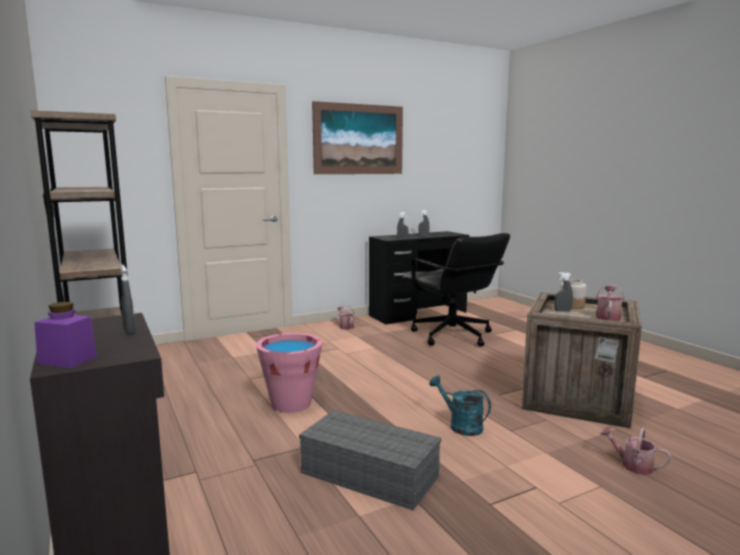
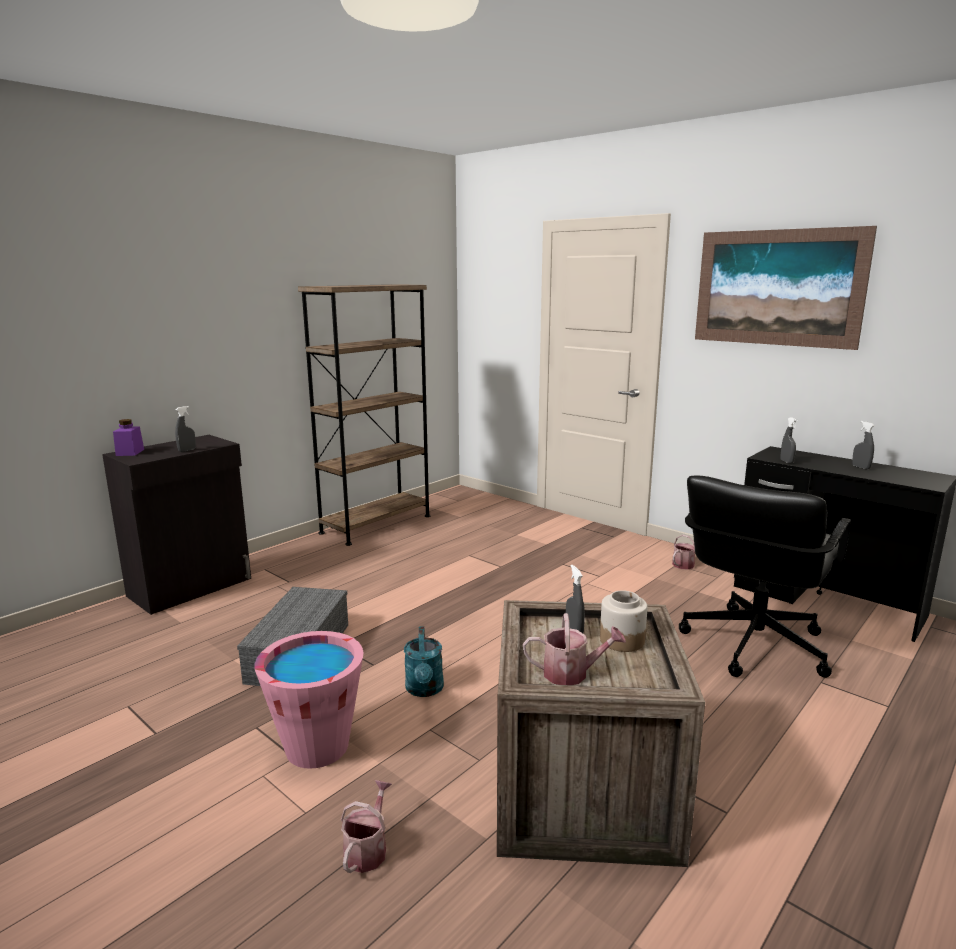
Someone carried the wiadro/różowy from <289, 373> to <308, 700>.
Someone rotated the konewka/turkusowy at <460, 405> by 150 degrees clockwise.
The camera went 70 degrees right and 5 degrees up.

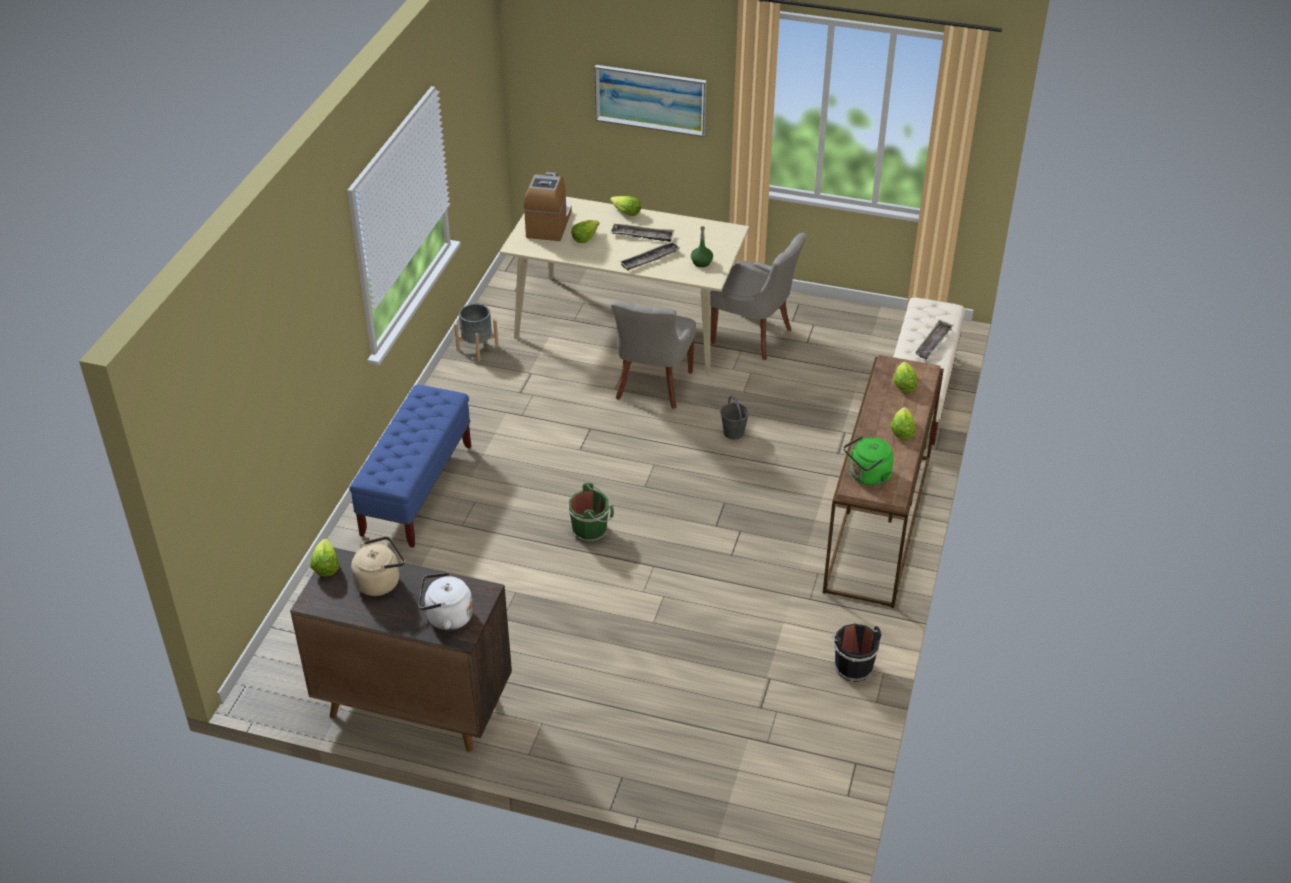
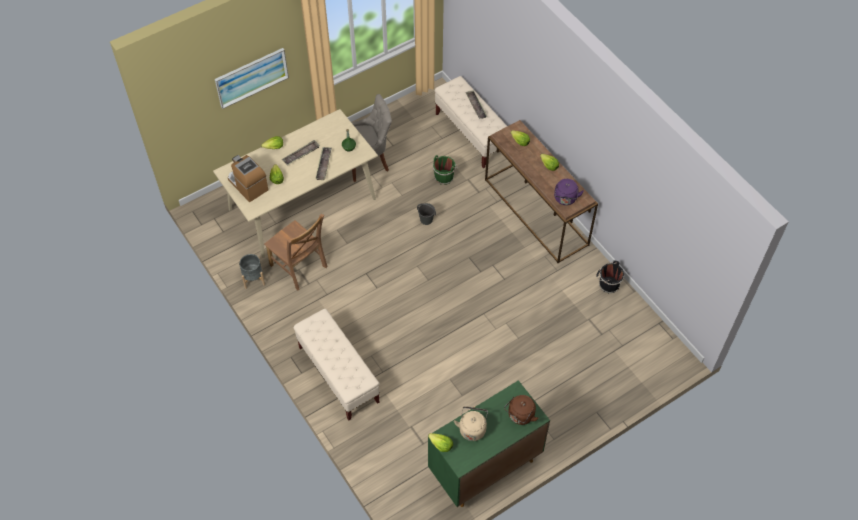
Someone repainted the szafka/brązowy at <401, 649>, which became the szafka/zielony at <489, 443>.
Someone repainted the ławka/niebieski at <410, 466>, which became the ławka/beżowy at <337, 364>.
Someone repainted the czajnik/biały at <446, 601>, which became the czajnik/brązowy at <521, 410>.
Someone carried the wiadro/zielony from <591, 513> to <445, 170>.
Someone took away the krzesło/szary at <653, 355>.
Someone repainted the czajnik/zielony at <869, 460>, which became the czajnik/fioletowy at <569, 192>.
Someone put down the krzesło/brązowy at <296, 252>.
The camera went 50 degrees left and 15 degrees up.

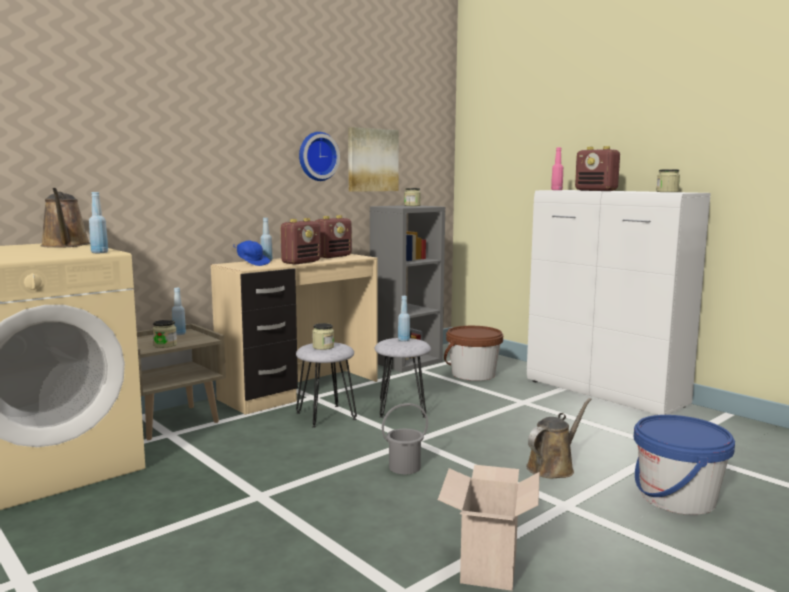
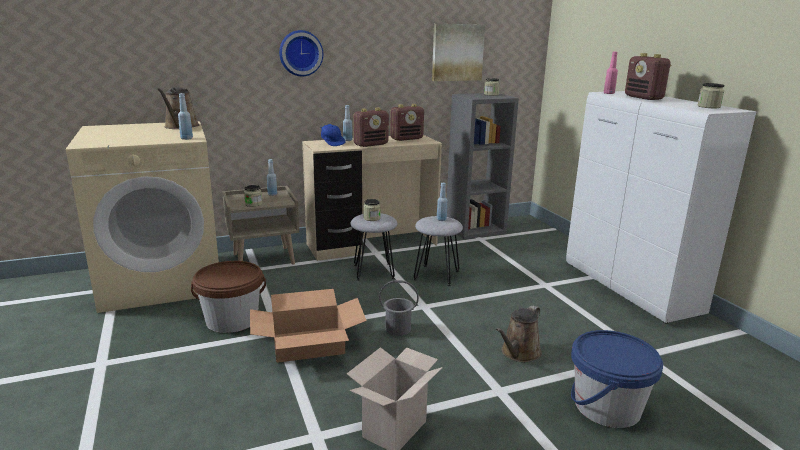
Someone carried the zegar ścienny from <319, 156> to <301, 53>.
Someone carried the wiadro/brązowy from <473, 353> to <228, 297>.
Someone rotated the konewka/brązowy at <559, 438> by 150 degrees clockwise.
Someone put down the karton at <308, 326>.
The camera went 20 degrees right and 10 degrees up.

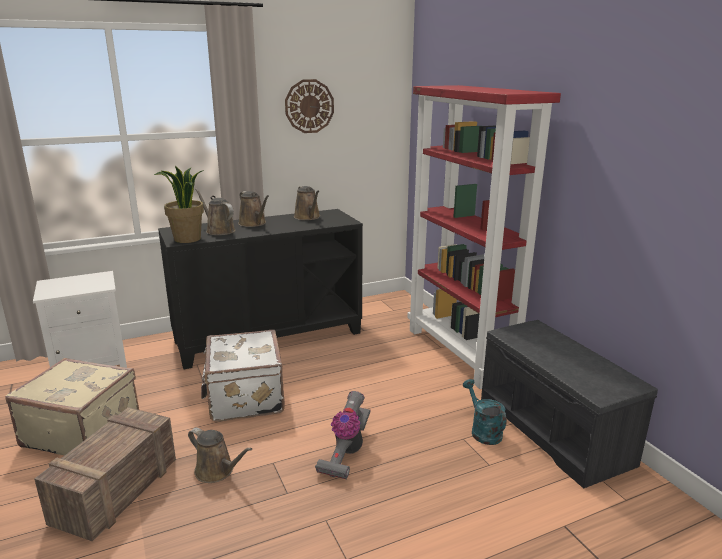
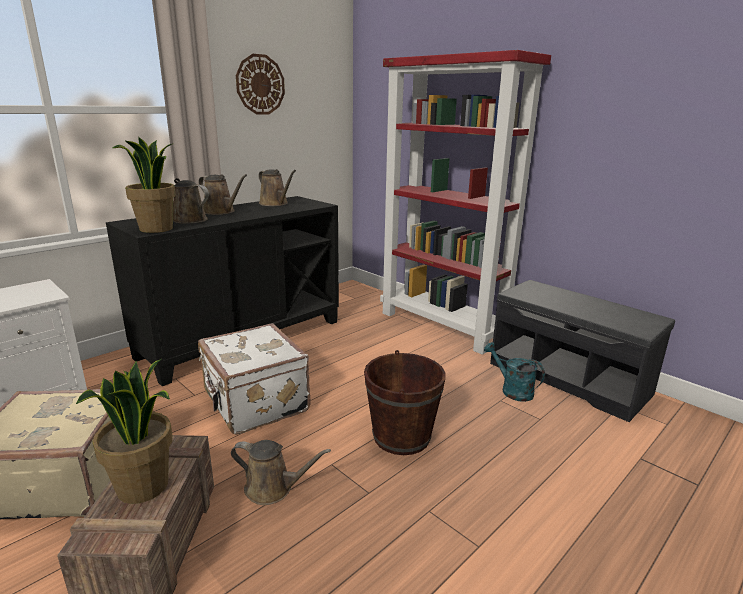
Someone swapped the odkurzacz at <342, 435> for the wiadro/brązowy at <405, 402>.
Someone put down the roślina doniczkowa at <124, 431>.
The camera went 20 degrees left and 0 degrees up.

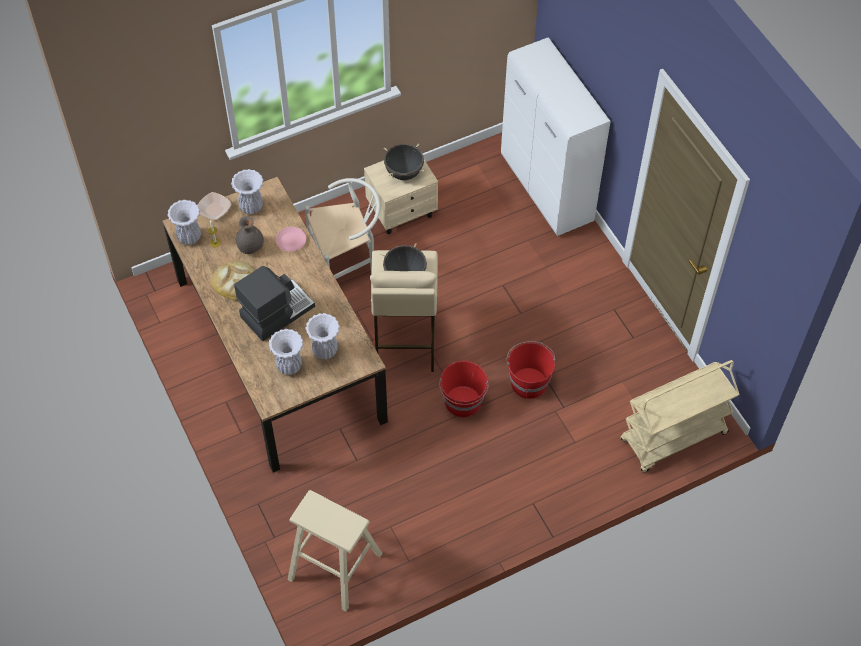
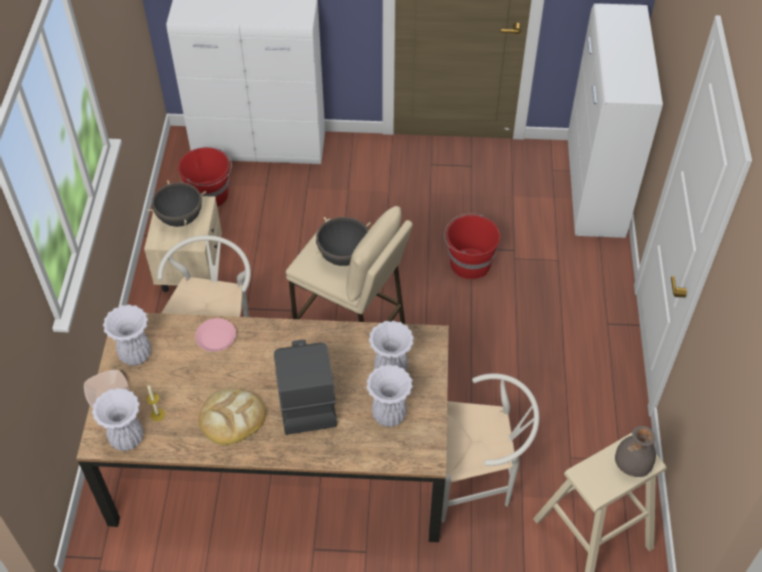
Someone carried the wazon/szary from <250, 235> to <635, 451>.
Someone carried the wiadro/czerwony from <464, 389> to <205, 177>.
Someone swapped the wózek/beżowy at <680, 416> for the szafka/biały at <615, 120>.
Someone put down the krzesło/biały at <490, 448>.
The camera went 60 degrees left and 5 degrees down.

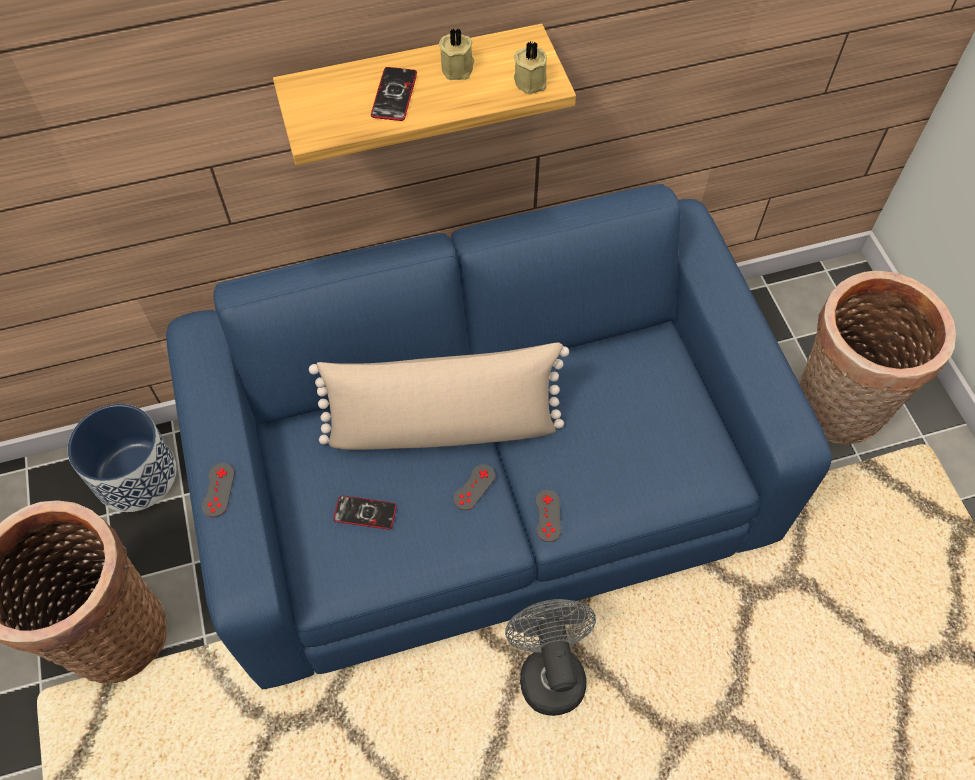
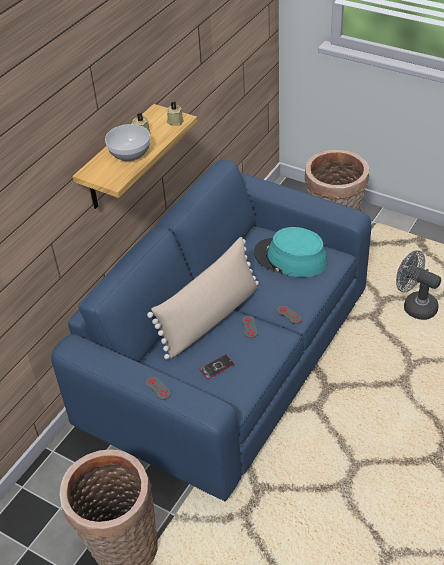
Someone took away the donica at <122, 458>.
Someone swapped the telefon at <394, 94> for the miska at <127, 143>.
Someone carried the wentylator/szary from <550, 657> to <418, 285>.
Someone put down the kapelusz/turkusowy at <290, 252>.
The camera went 40 degrees left and 15 degrees down.

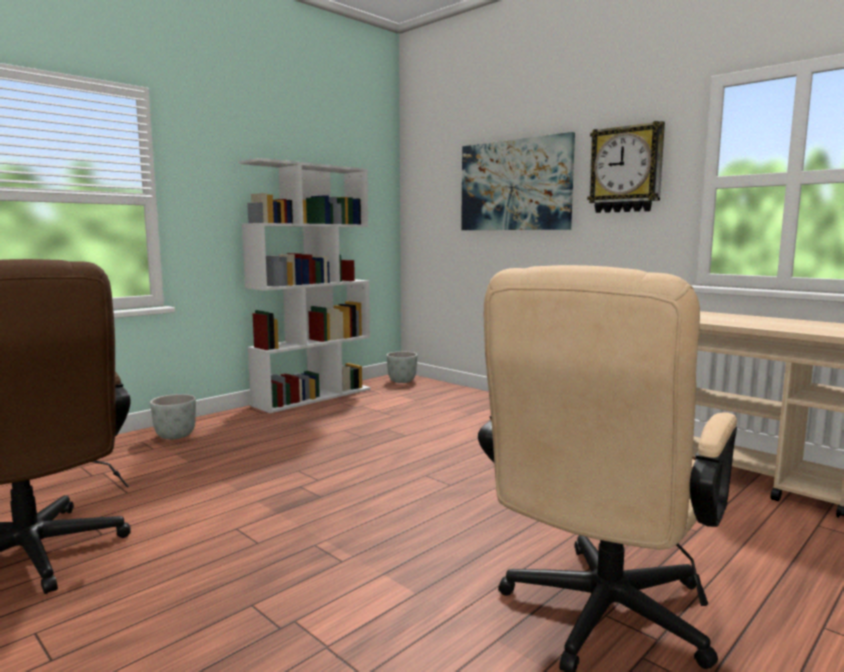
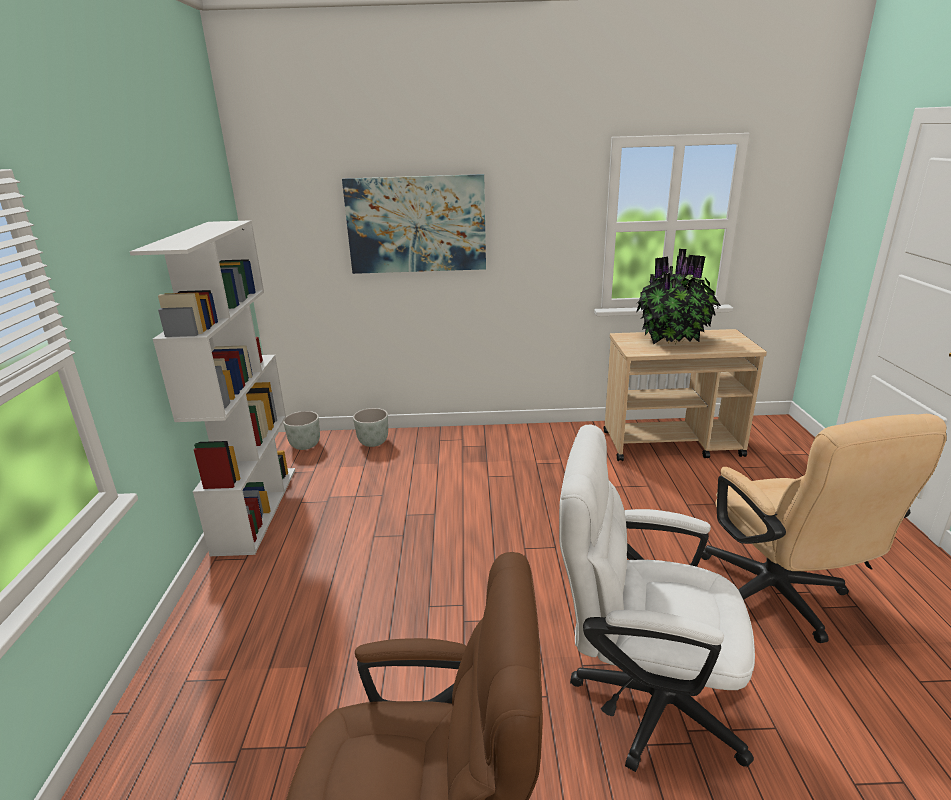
Someone carried the donica/szary from <173, 416> to <370, 427>.
Someone took away the zegar ścienny at <626, 167>.
Someone put down the krzesło biurowe/biały at <657, 598>.
Someone put down the roślina doniczkowa at <678, 297>.
The camera went 45 degrees left and 15 degrees up.

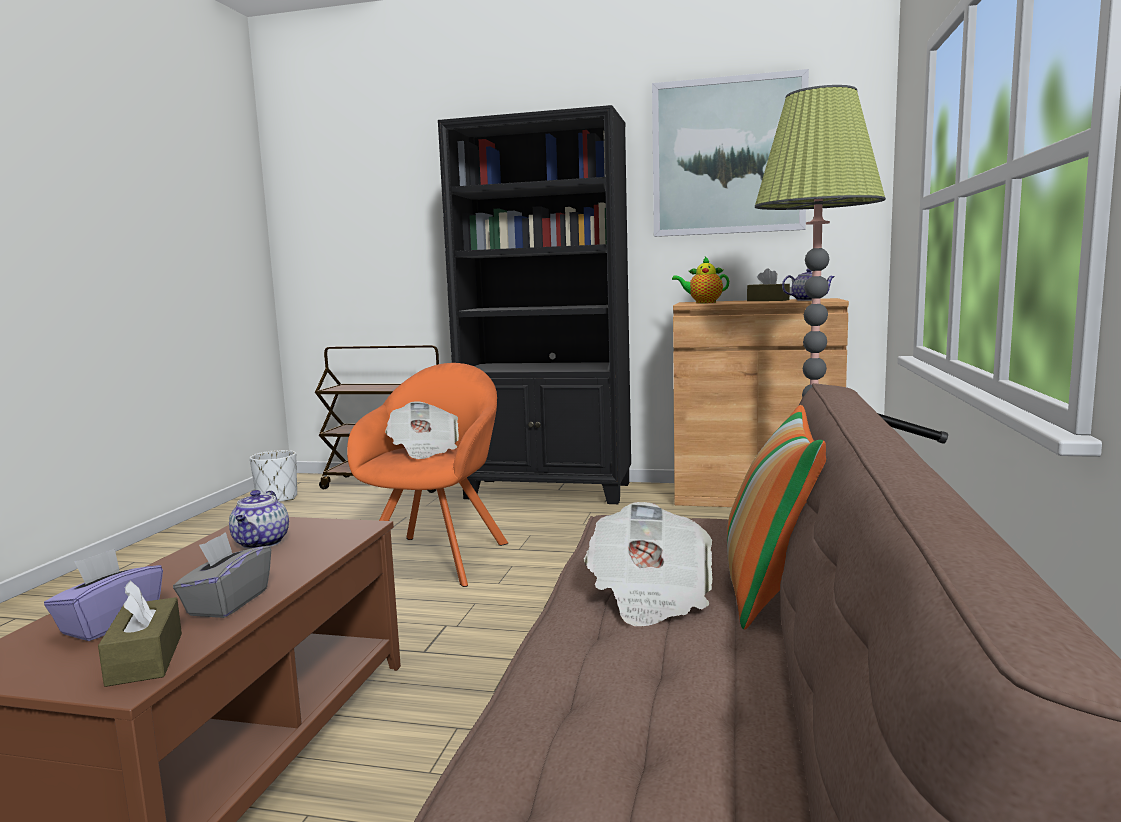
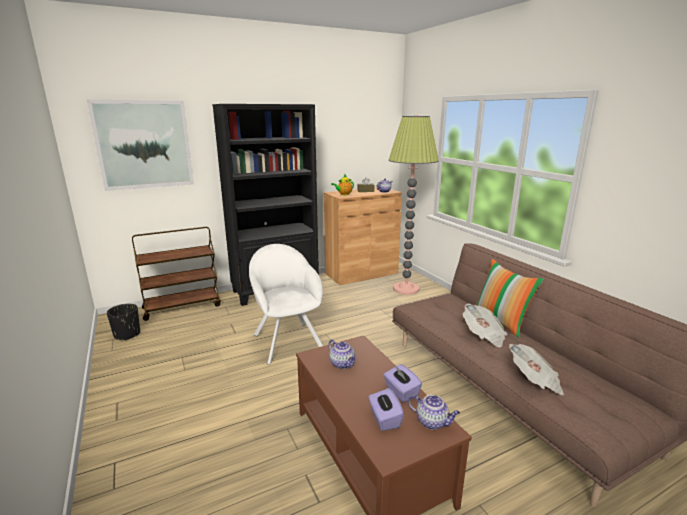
Someone swapped the pudełko chusteczek/brązowy at <140, 633> for the imbryk at <434, 412>.
Someone repainted the pudełko chusteczek/szary at <222, 575>, which became the pudełko chusteczek/fioletowy at <403, 383>.
Someone repainted the donica/biały at <273, 476>, which became the donica/czarny at <123, 322>.
Someone repainted the fotel/pomarańczowy at <427, 475>, which became the fotel/biały at <286, 304>.
Someone carried the gazeta from <422, 430> to <536, 369>.
Someone carried the obraz from <730, 153> to <140, 145>.
The camera went 40 degrees left and 10 degrees up.

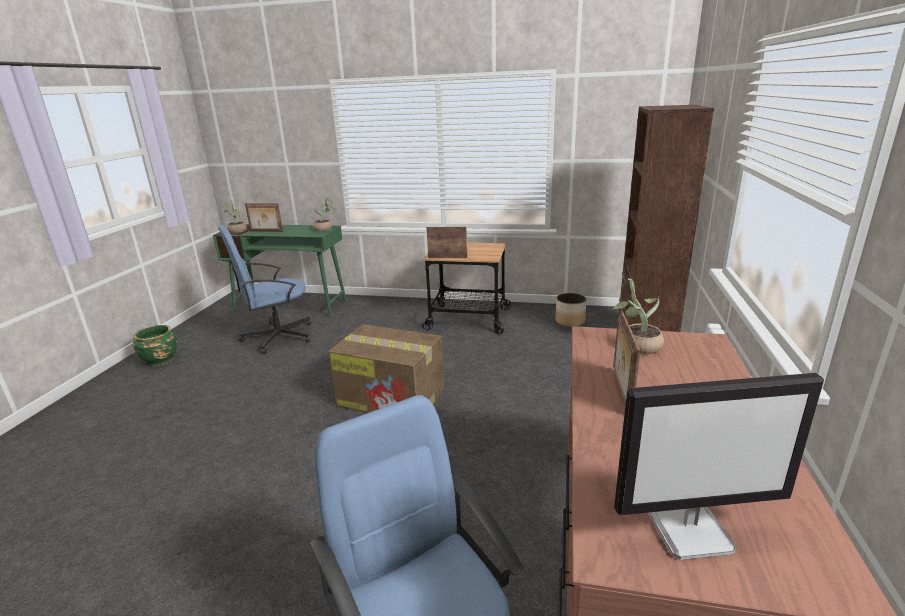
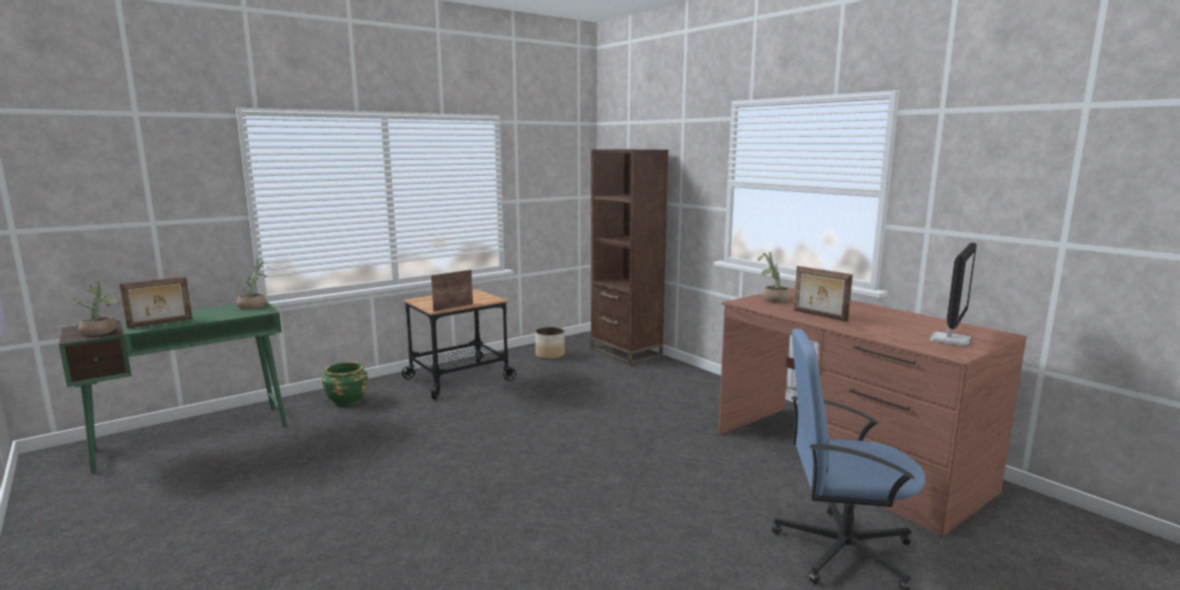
Someone carried the donica/zielony from <155, 345> to <345, 384>.
Someone took away the krzesło biurowe/niebieski at <264, 289>.
Someone took away the karton at <386, 368>.
The camera went 50 degrees left and 10 degrees down.

